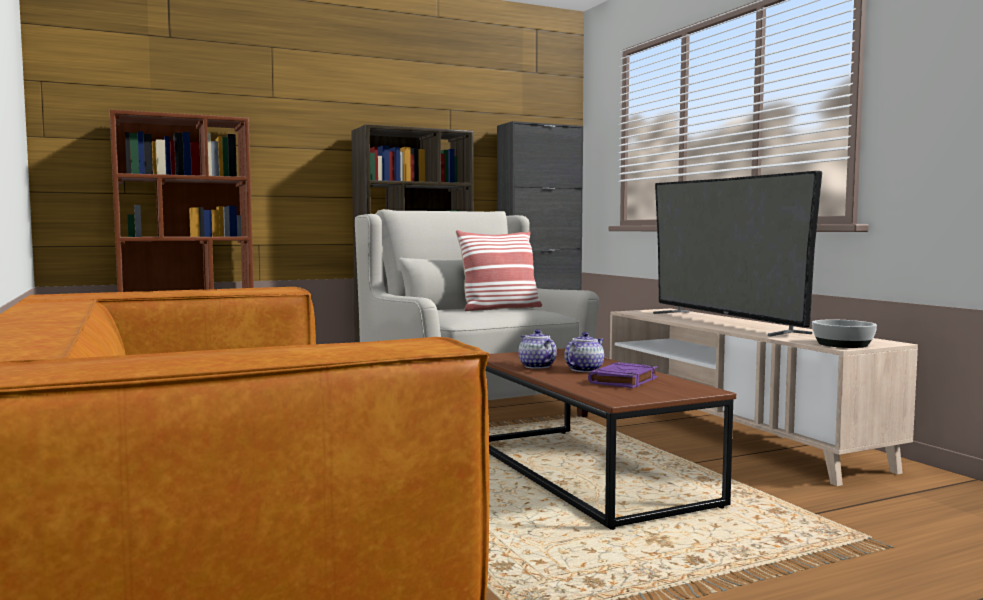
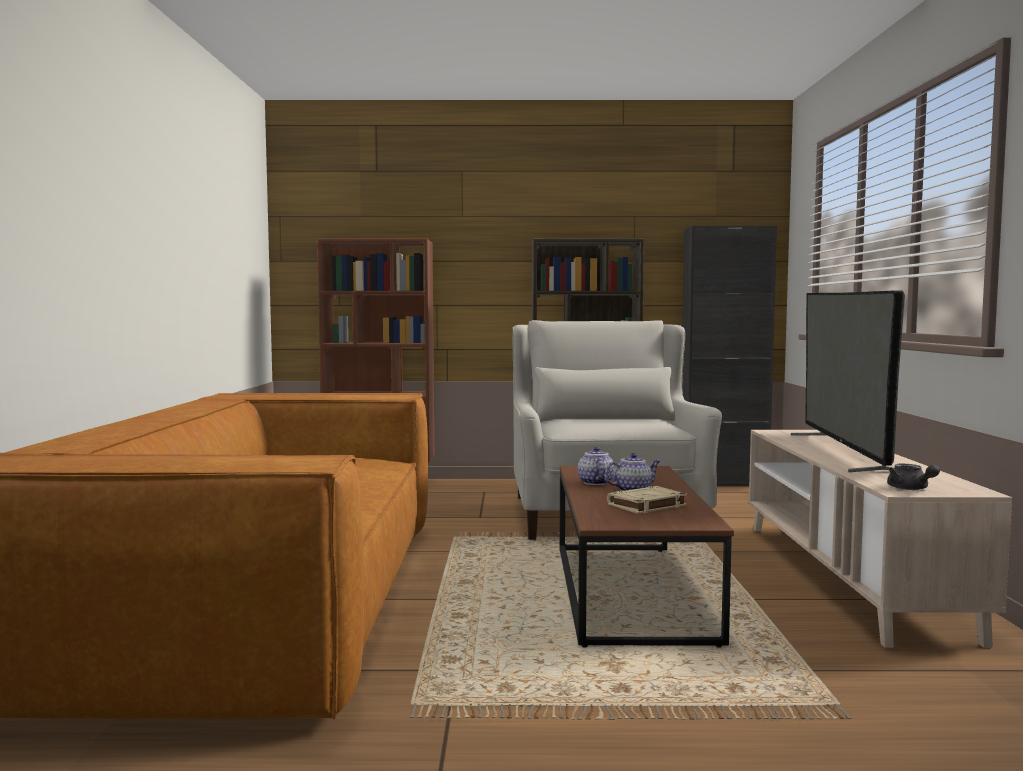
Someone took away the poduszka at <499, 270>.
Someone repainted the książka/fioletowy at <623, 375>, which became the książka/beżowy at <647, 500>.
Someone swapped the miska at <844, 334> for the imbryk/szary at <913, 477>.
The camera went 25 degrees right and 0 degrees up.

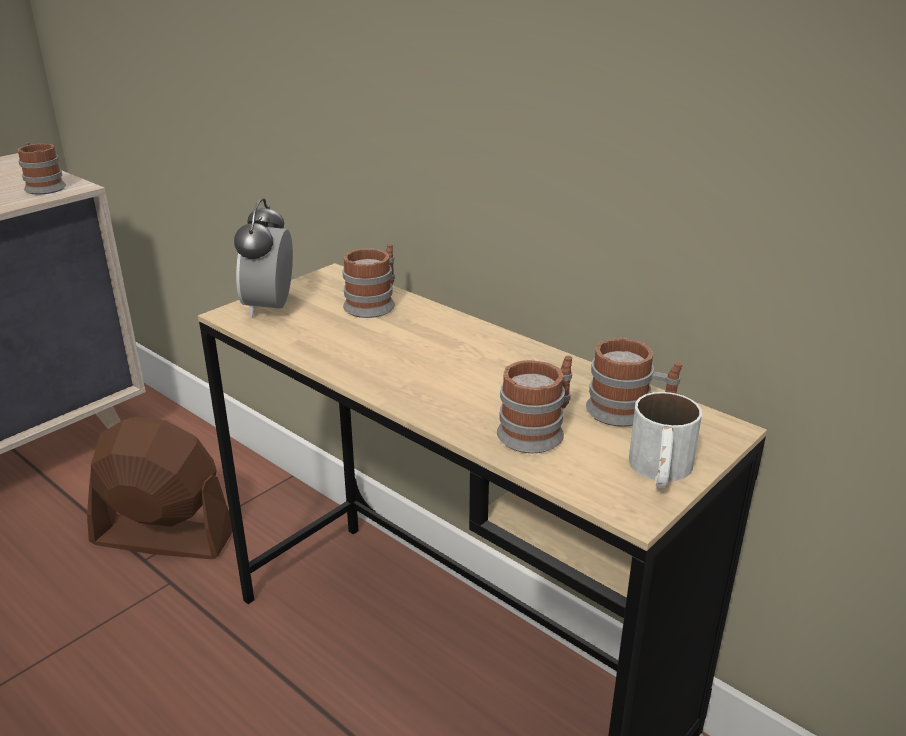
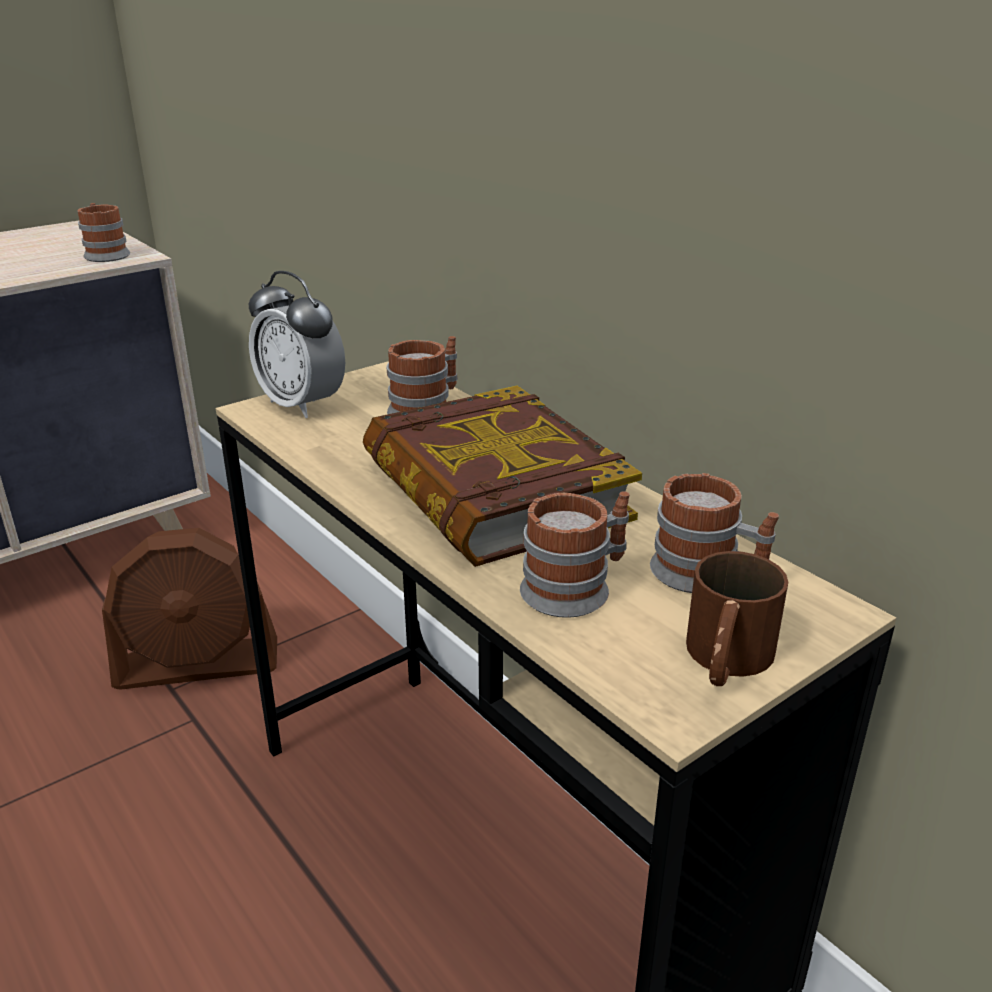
Someone rotated the wentylator/brązowy at <159, 488> by 150 degrees clockwise.
Someone rotated the budzik at <263, 258> by 60 degrees counterclockwise.
Someone repainted the kubek/biały at <665, 440>, which became the kubek/brązowy at <737, 618>.
Someone put down the książka at <502, 476>.
The camera went 10 degrees right and 0 degrees up.

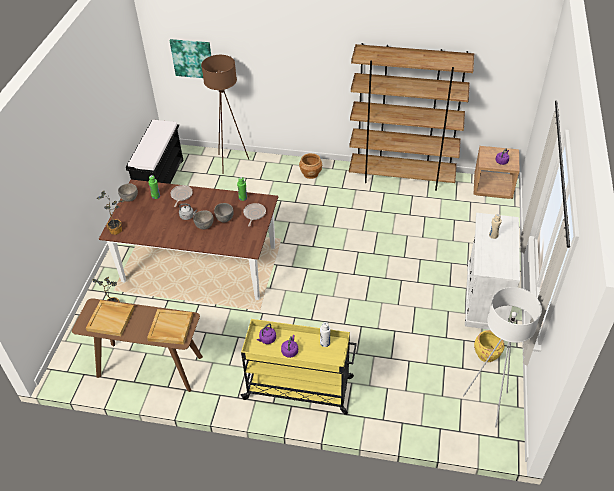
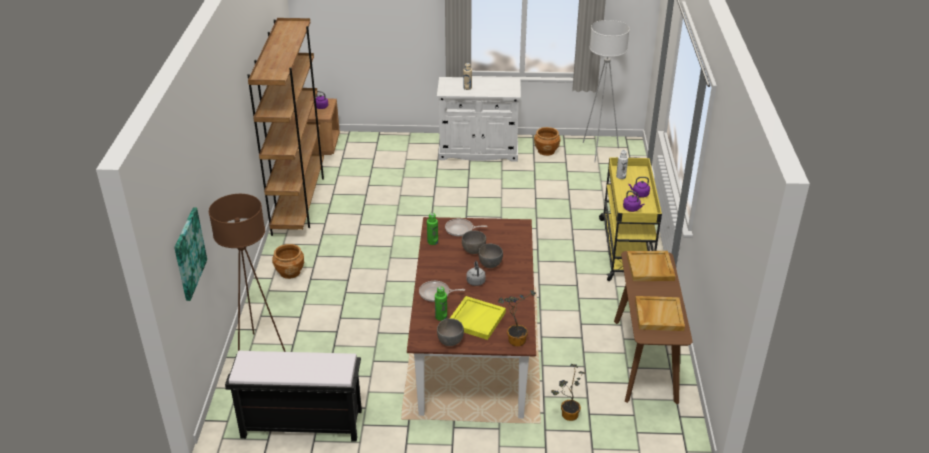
Someone repainted the donica/żółty at <489, 346>, which became the donica/brązowy at <547, 141>.
Someone put down the taca/żółty at <478, 318>.
The camera went 100 degrees left and 10 degrees down.

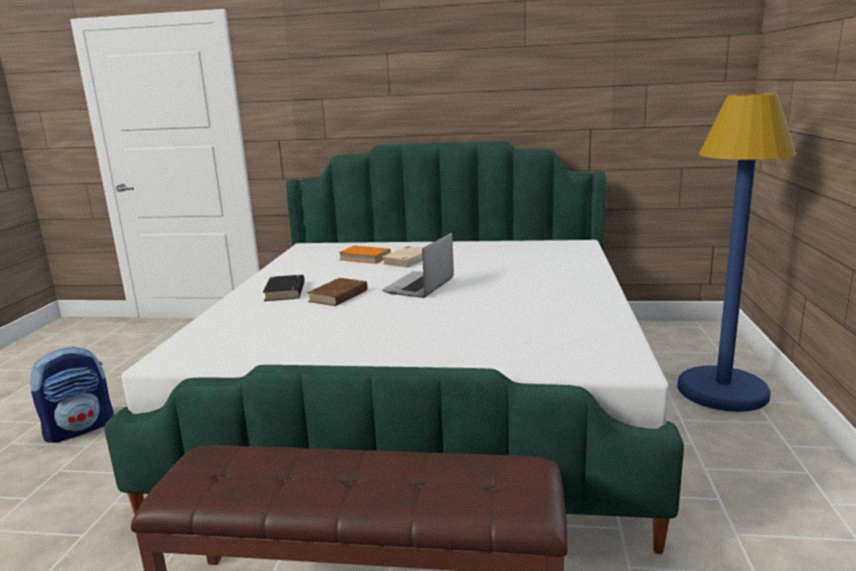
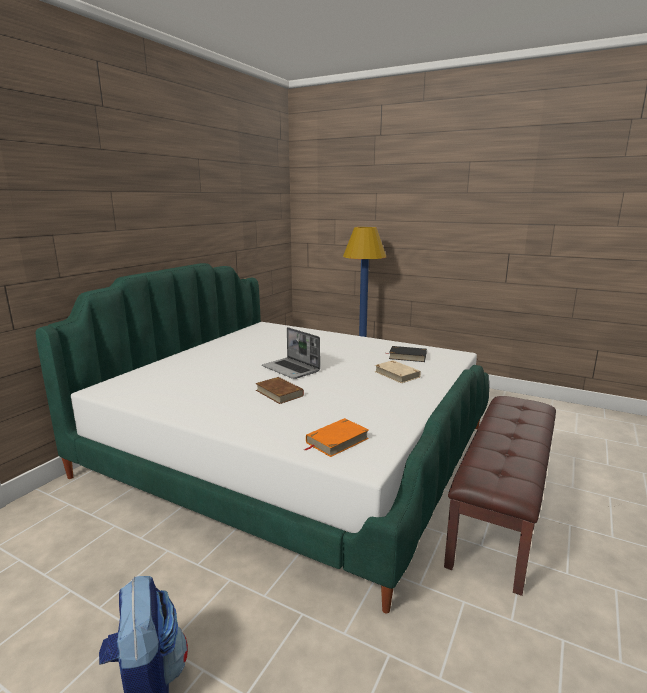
Someone carried the książka/czarny from <283, 288> to <407, 354>.
Someone carried the książka/pomarańczowy from <364, 255> to <336, 437>.
Someone carried the książka/beżowy from <402, 257> to <397, 371>.
The camera went 70 degrees left and 0 degrees up.

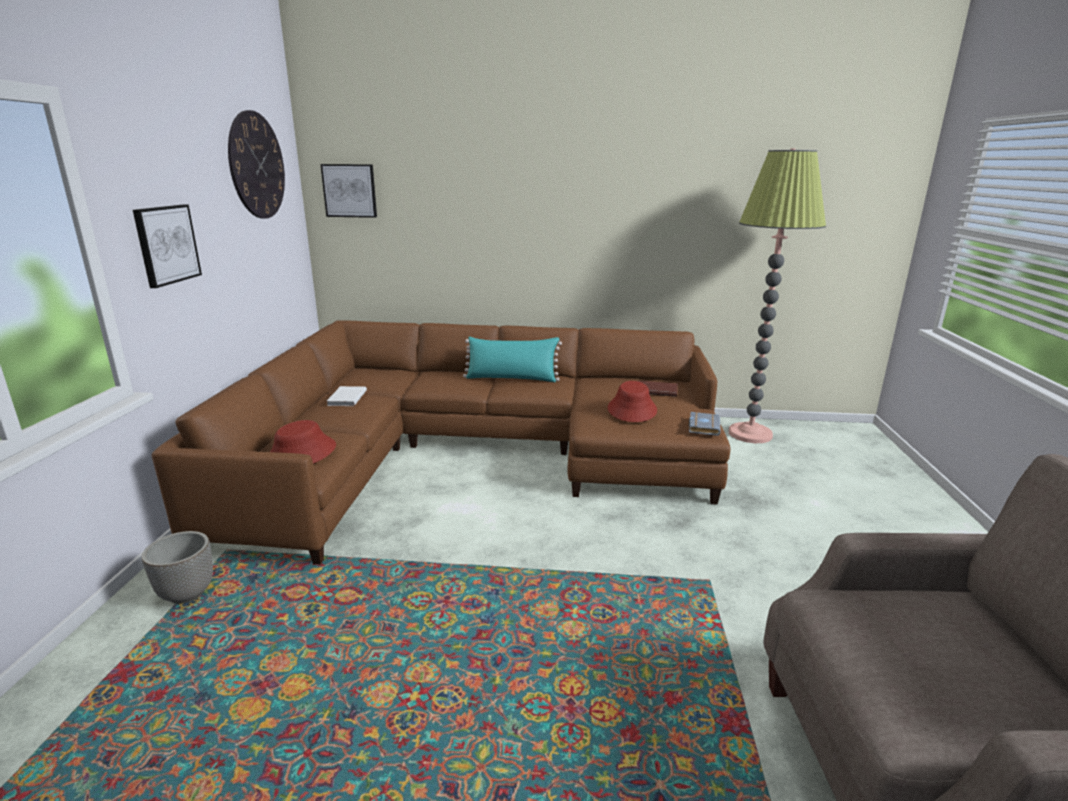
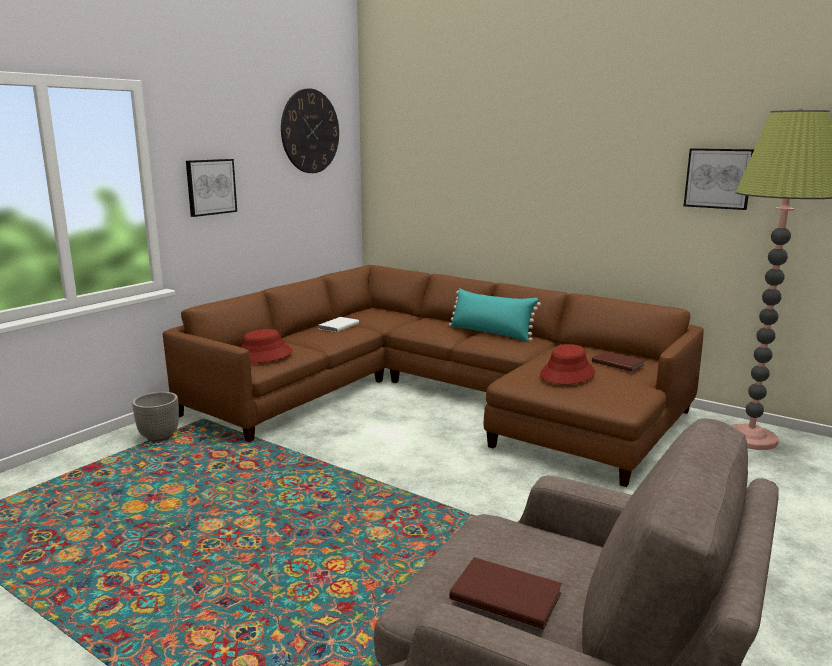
Someone carried the obraz from <348, 191> to <719, 179>.
Someone took away the książka/szary at <704, 424>.
Someone put down the książka/brązowy at <505, 593>.
The camera went 30 degrees right and 5 degrees down.

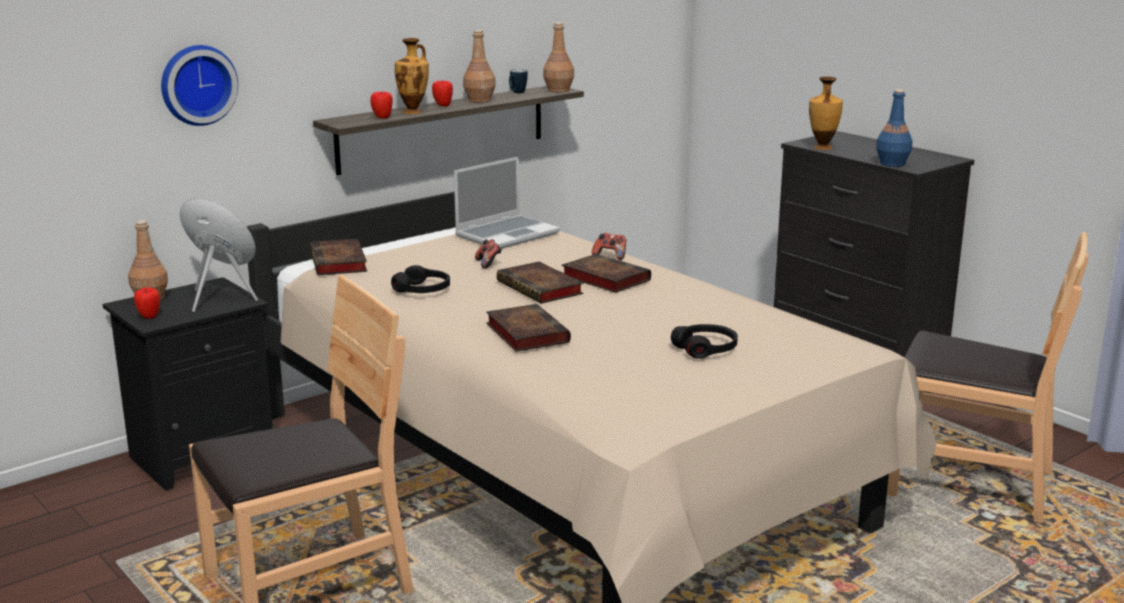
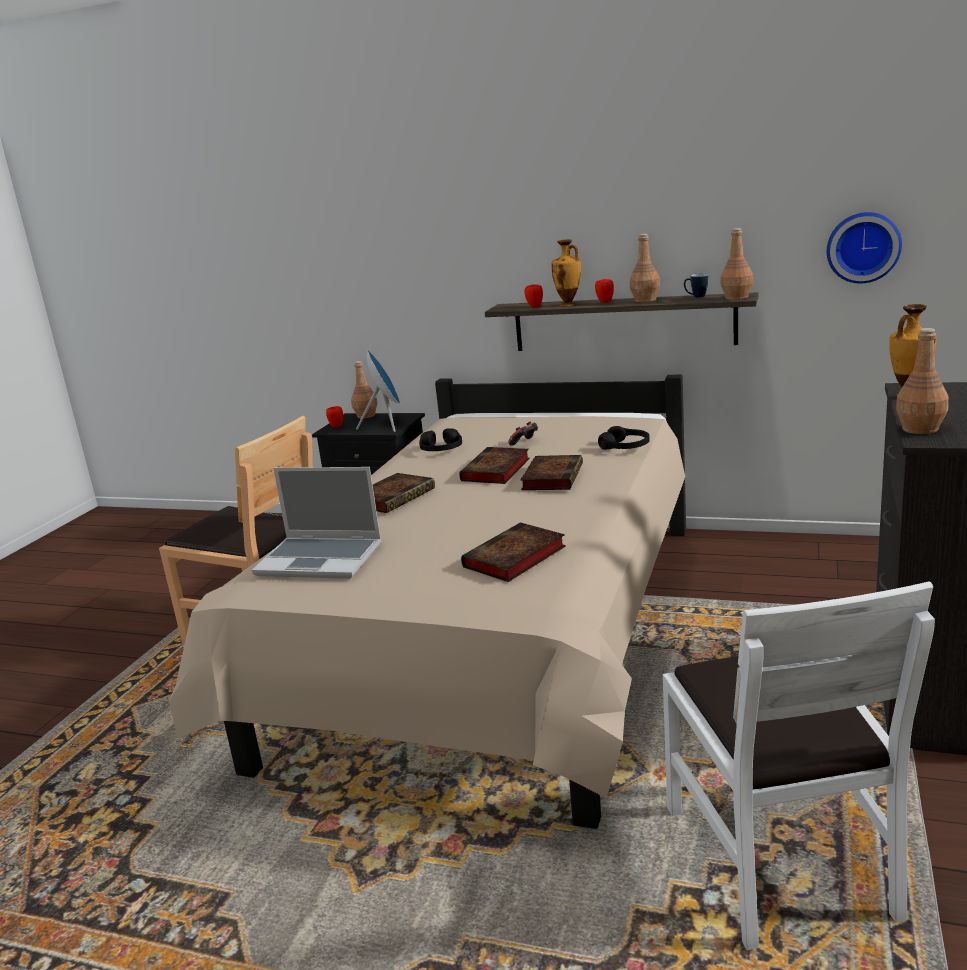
Someone carried the zegar ścienny from <199, 85> to <864, 248>.
Someone carried the książka from <338, 257> to <513, 552>.
Someone carried the laptop from <507, 203> to <317, 523>.
Someone took away the pad do gier at <609, 246>.
Someone carried the słuchawki/czarny from <704, 341> to <624, 438>.
Someone repainted the butelka/niebieski at <894, 128>, which became the butelka/brązowy at <922, 381>.
Someone repainted the krzesło/brązowy at <988, 377>, which became the krzesło/biały at <799, 765>.
The camera went 60 degrees right and 0 degrees up.

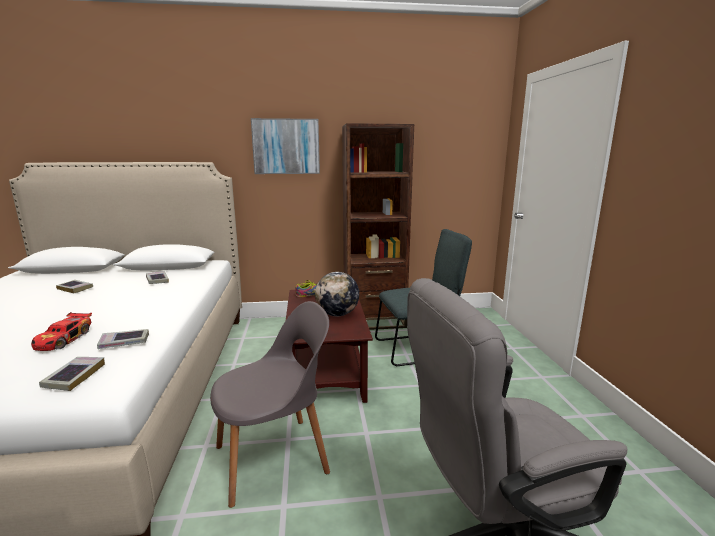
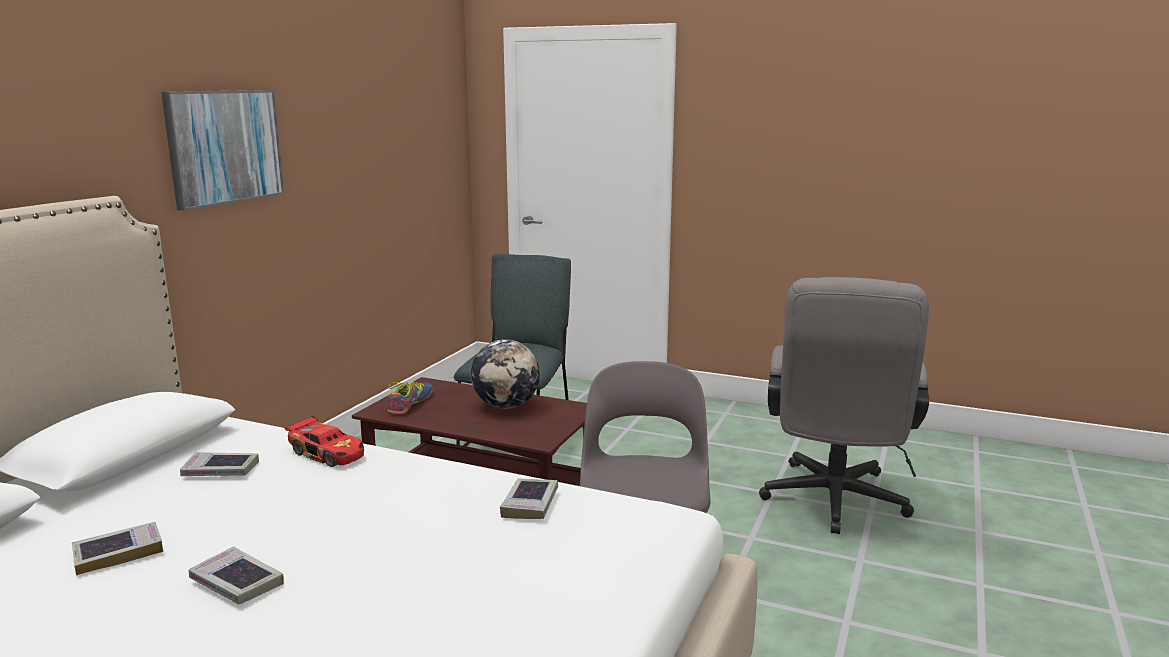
Someone carried the samochodzik from <61, 331> to <324, 441>.
Someone carried the książka from <72, 374> to <236, 575>.
Someone took away the regał/brązowy at <378, 226>.
The camera went 60 degrees left and 0 degrees up.

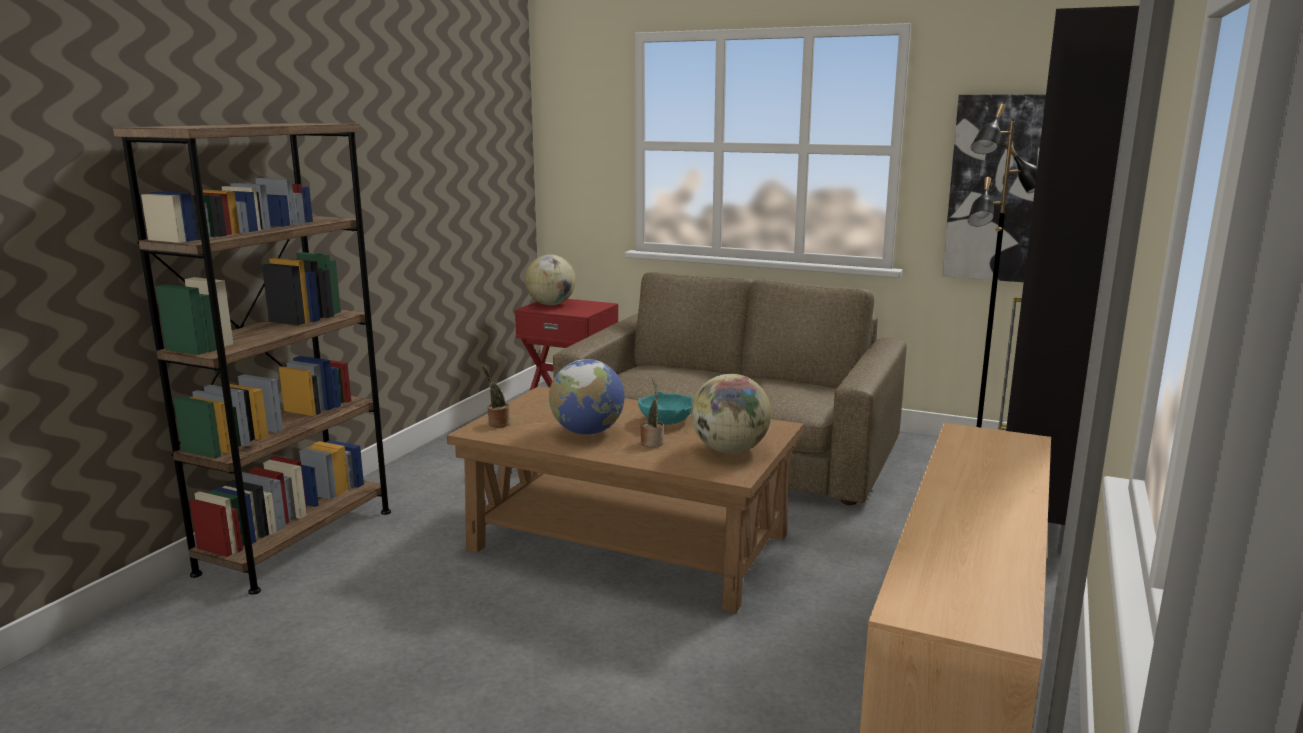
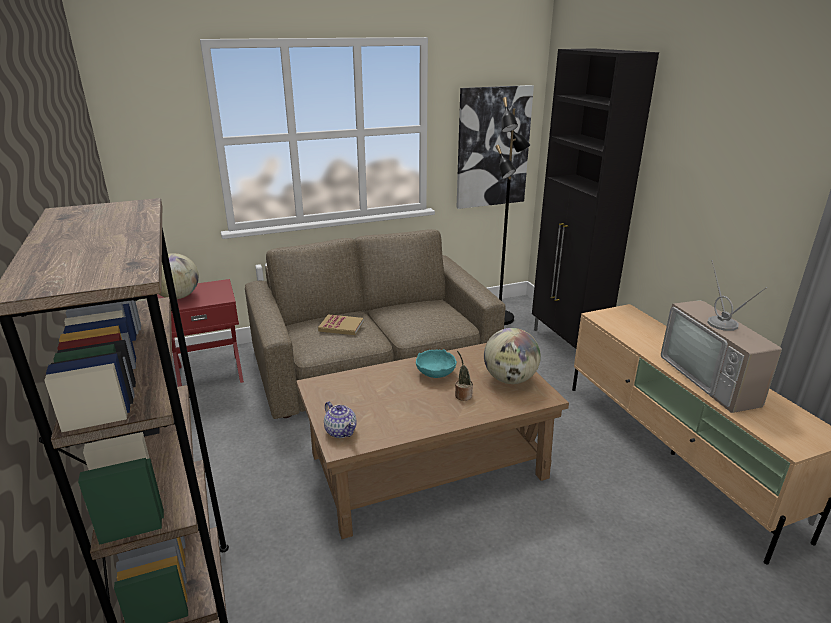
Someone swapped the roślina doniczkowa at <496, 397> for the imbryk at <340, 419>.
Someone took away the globus at <586, 397>.
Someone put down the książka at <341, 324>.
Someone put down the telewizor at <721, 336>.
The camera went 45 degrees left and 10 degrees up.

